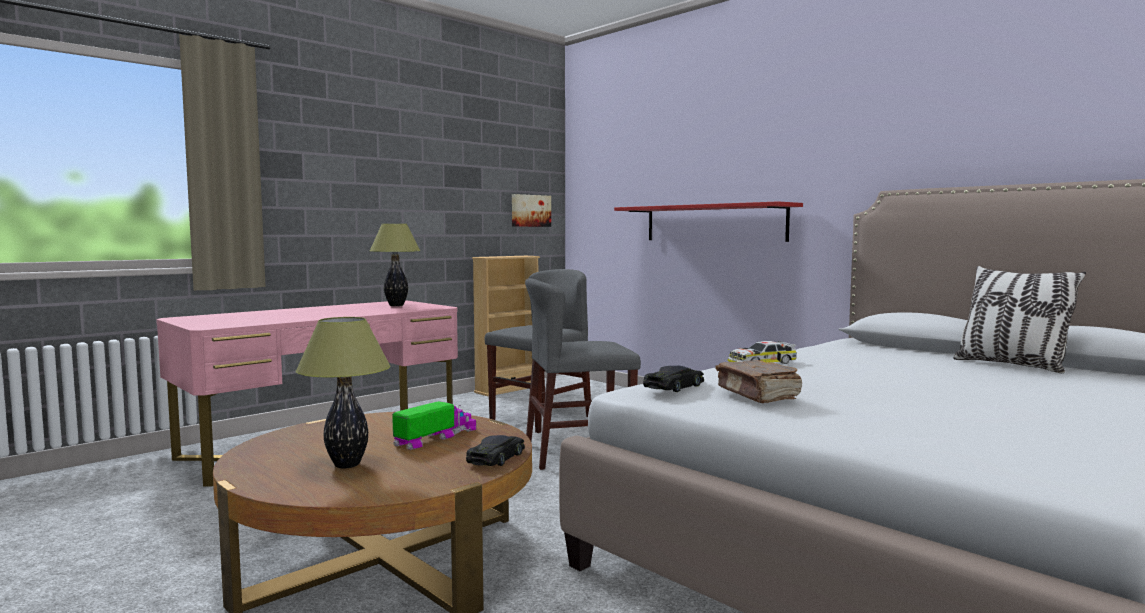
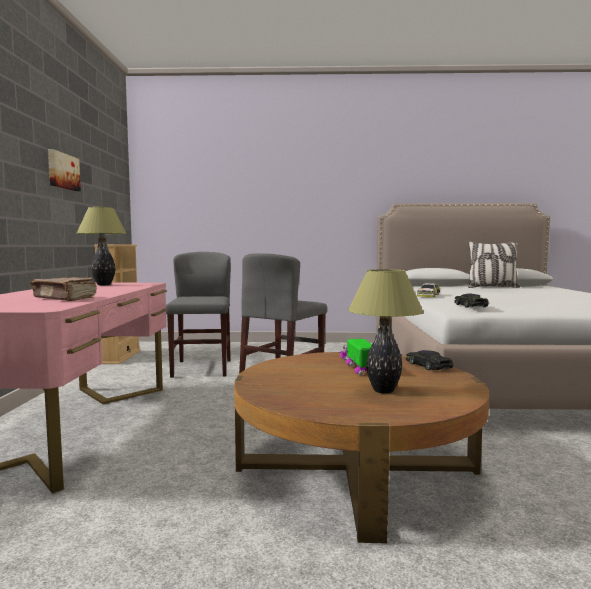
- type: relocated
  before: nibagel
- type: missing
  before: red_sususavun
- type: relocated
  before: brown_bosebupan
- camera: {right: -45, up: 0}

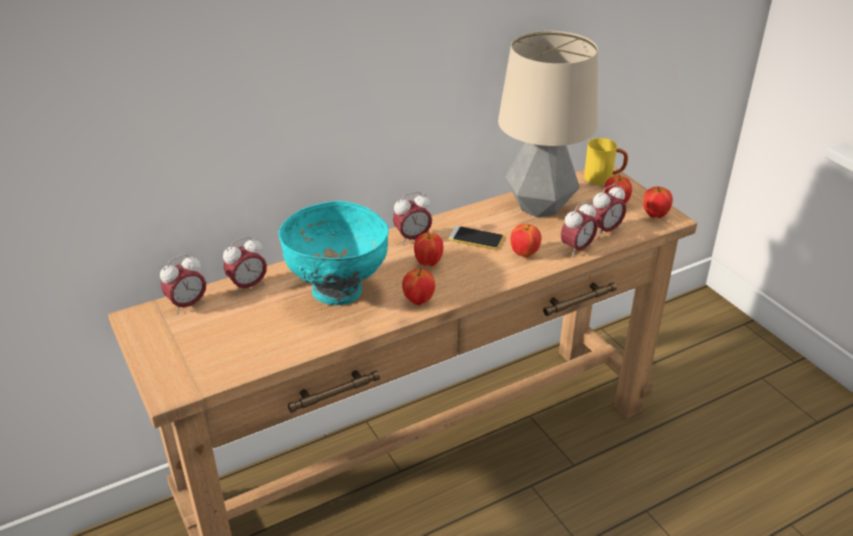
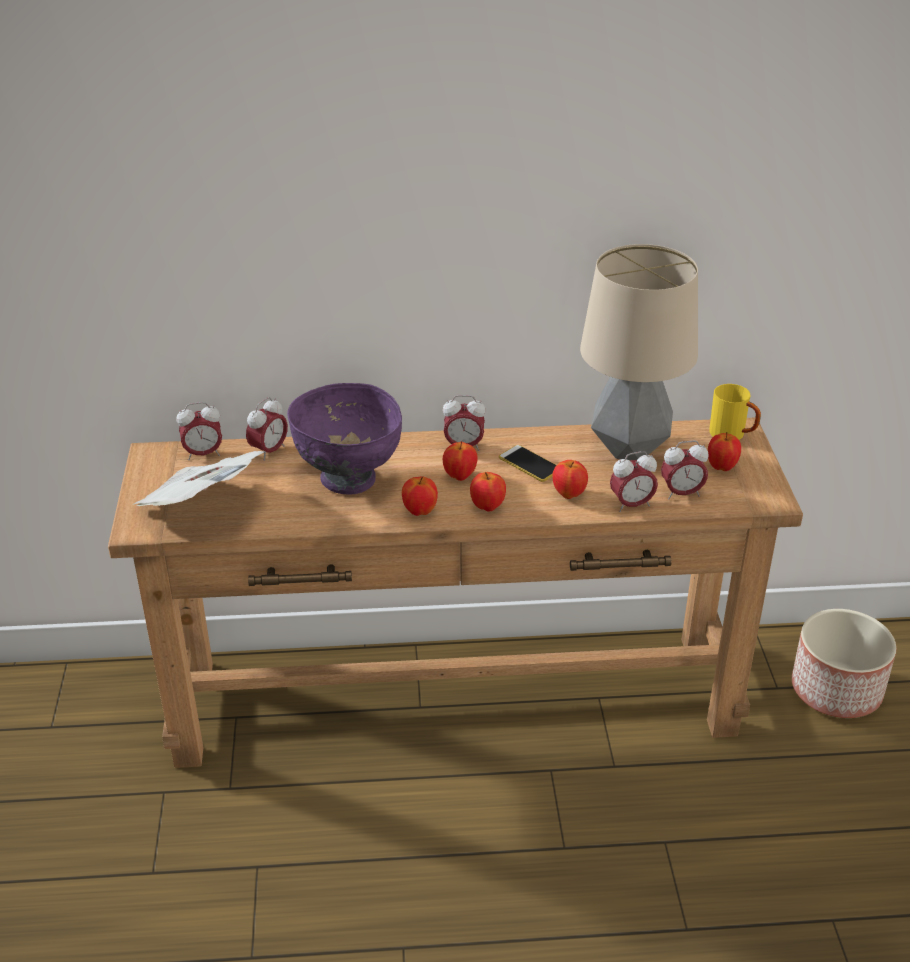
- type: relocated
  before: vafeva (no. 5 from left in the first image)
  after: vafeva (no. 3 from left)
- type: colour
  before: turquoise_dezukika
  after: purple_dezukika
- type: spun
  before: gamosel (no. 2 from left)
  turn: -45
- type: appeared
  after: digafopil
- type: appeared
  after: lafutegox
- camera: {right: 25, up: 0}

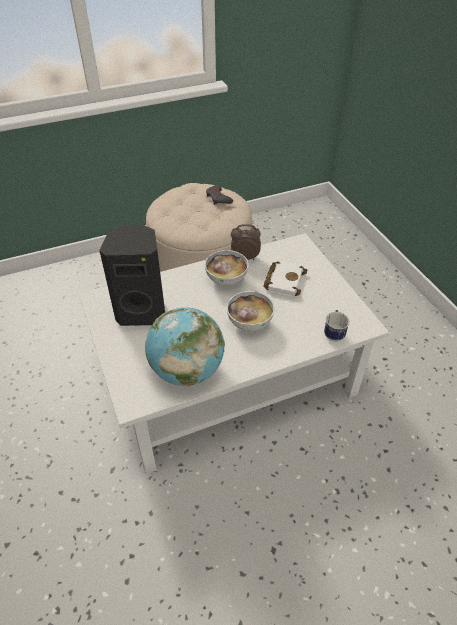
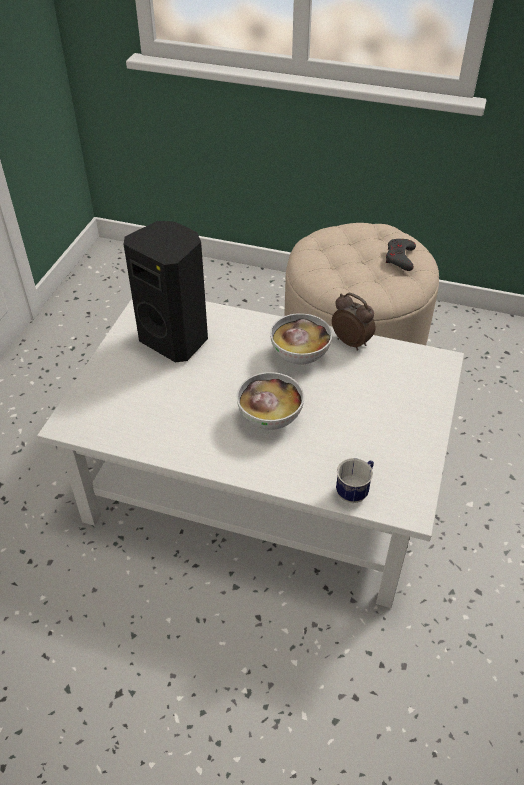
- type: missing
  before: white_bosebupan
- type: missing
  before: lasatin
- camera: {right: 40, up: 0}

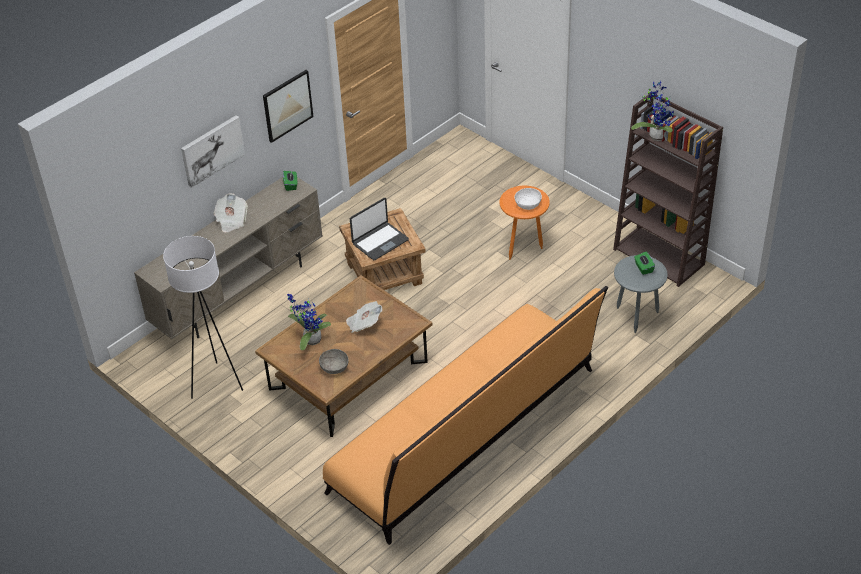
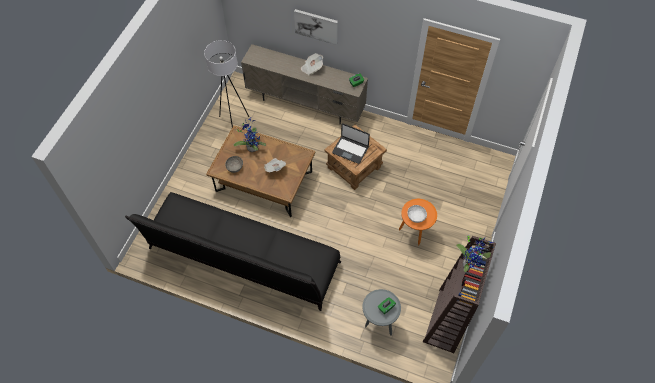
- type: missing
  before: nibagel (no. 2 from left)
- type: colour
  before: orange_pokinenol
  after: black_pokinenol
- camera: {right: 65, up: 15}

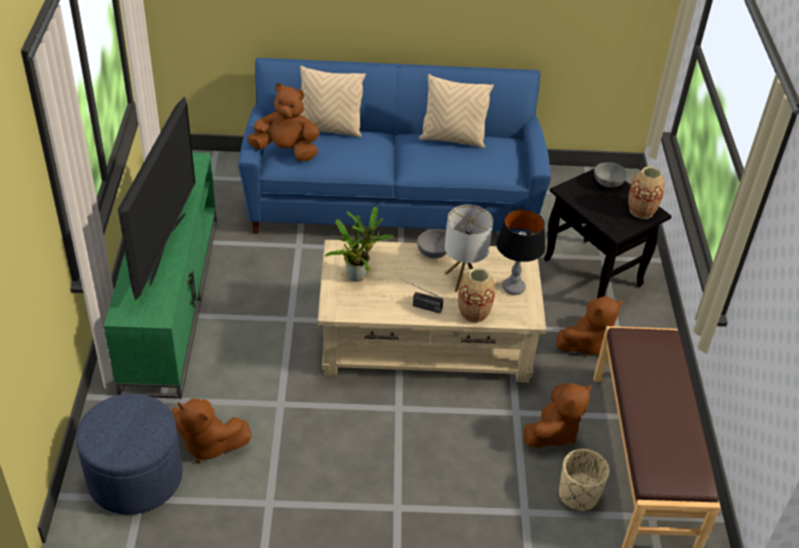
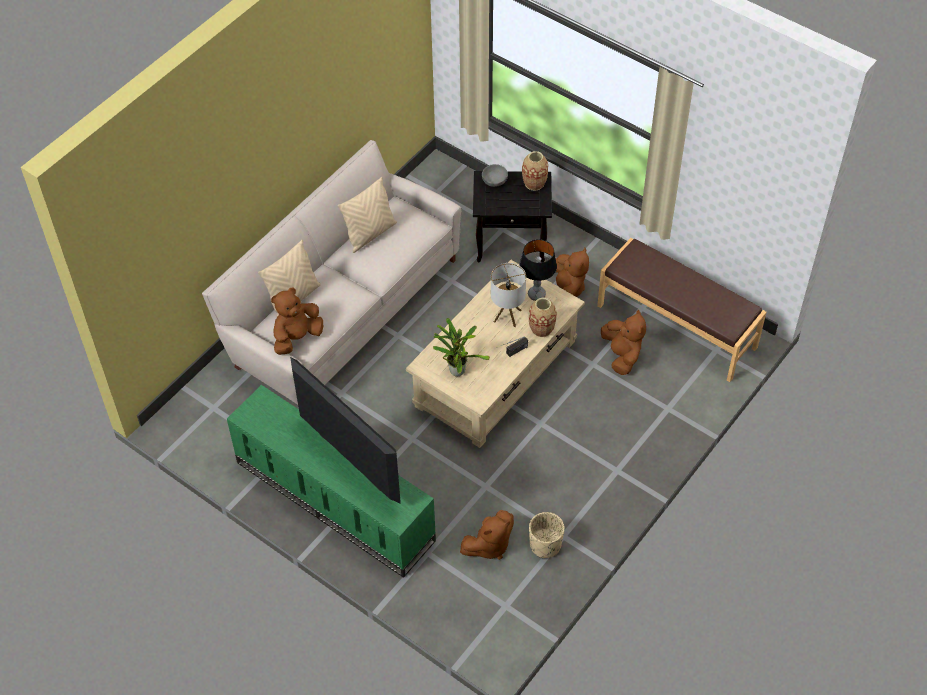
- type: colour
  before: blue_pokinenol
  after: beige_pokinenol
- type: missing
  before: grey_dezukika (no. 1 from left)
- type: missing
  before: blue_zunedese
- type: relocated
  before: beige_lafutegox
- camera: {right: -50, up: 10}

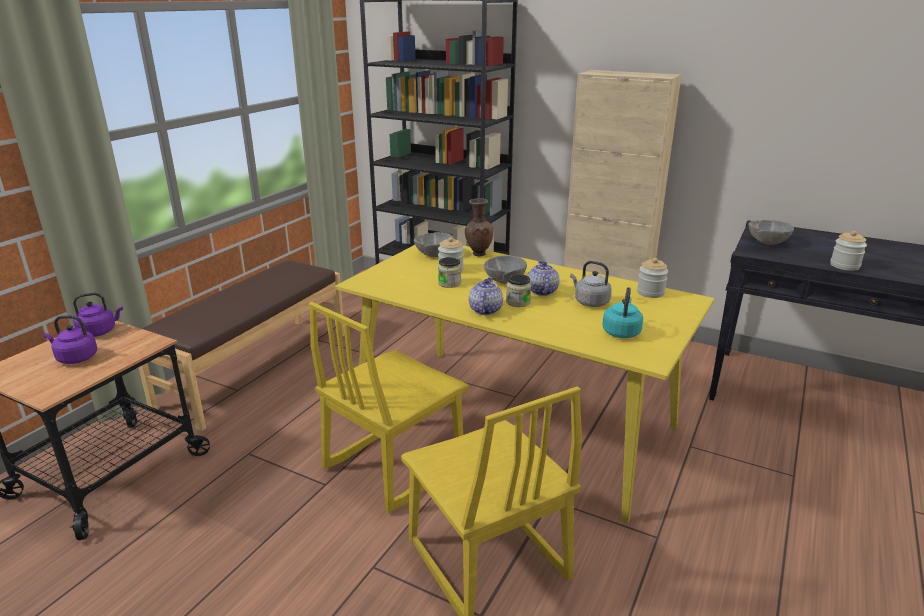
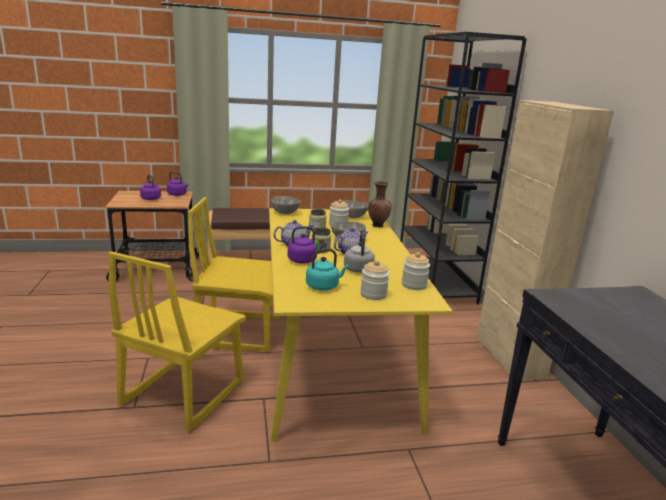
- type: relocated
  before: grey_dezukika (no. 3 from left in the first image)
  after: grey_dezukika (no. 1 from left)
- type: relocated
  before: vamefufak (no. 5 from left in the first image)
  after: vamefufak (no. 4 from left)
- type: appeared
  after: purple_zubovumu (no. 3 from left)
- camera: {right: 50, up: -5}

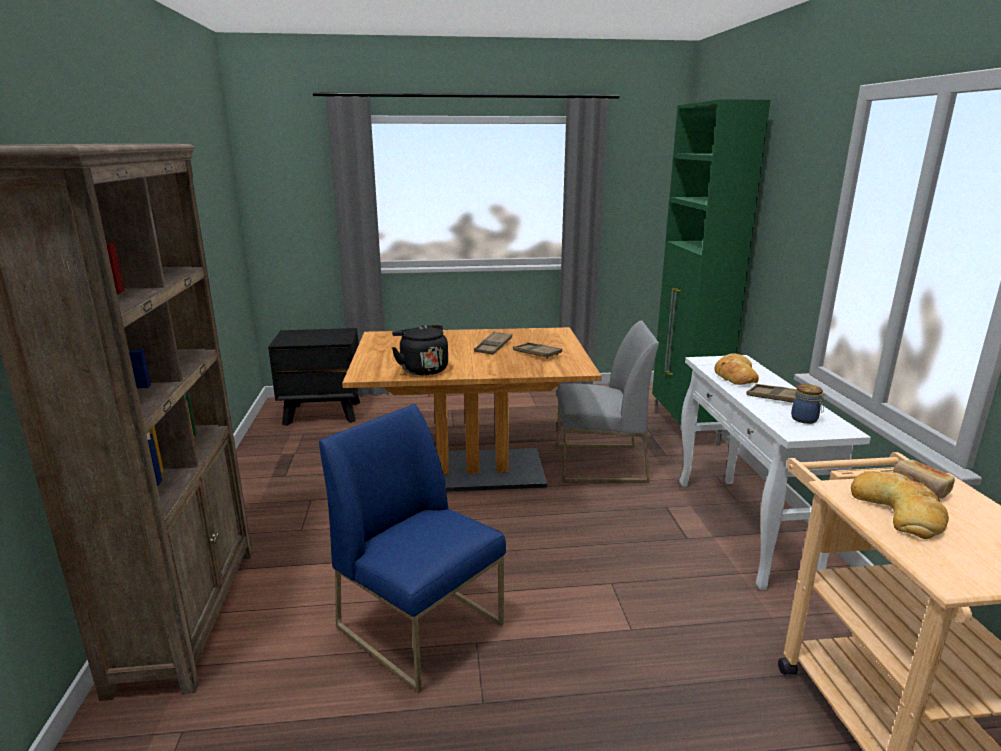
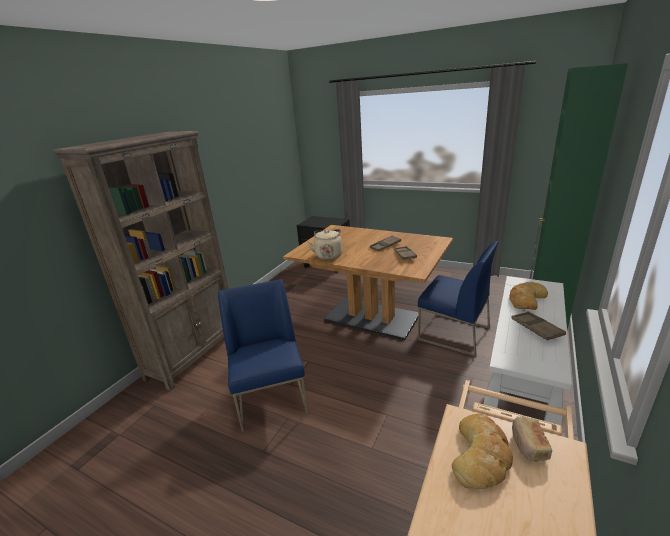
- type: colour
  before: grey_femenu
  after: blue_femenu (no. 2 from left)
- type: colour
  before: black_zubovumu
  after: beige_zubovumu
- type: missing
  before: vamefufak
- camera: {right: 35, up: 5}

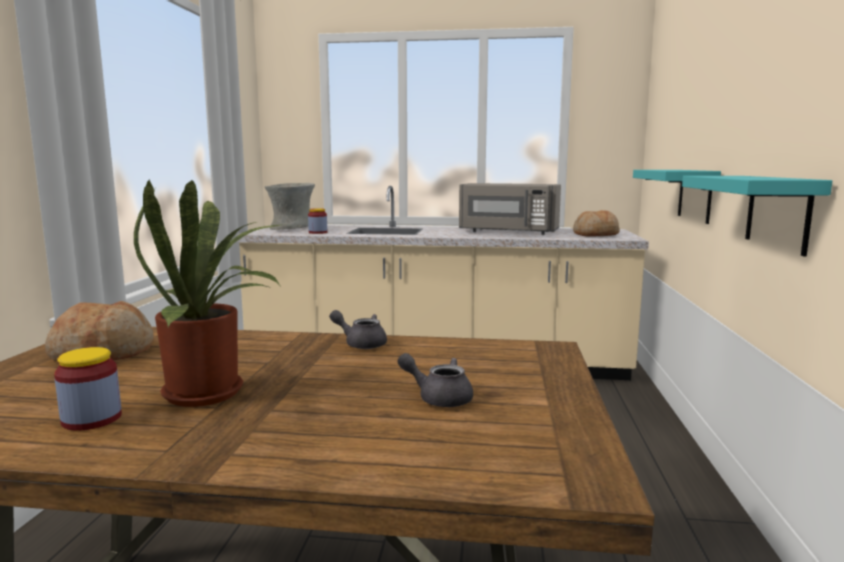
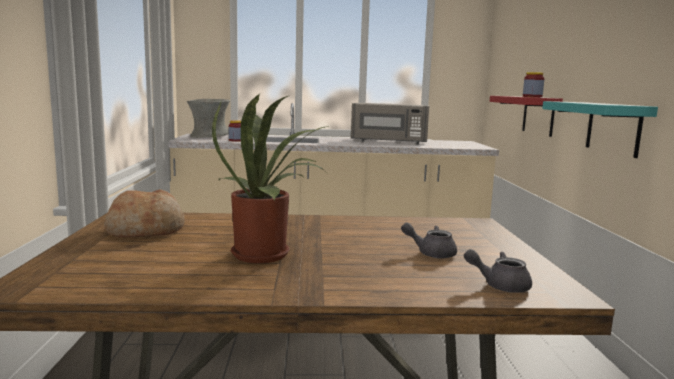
- type: colour
  before: turquoise_sususavun (no. 1 from left)
  after: red_sususavun
- type: missing
  before: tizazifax (no. 2 from left)
- type: relocated
  before: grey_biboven (no. 1 from left in the first image)
  after: grey_biboven (no. 2 from left)
- type: relocated
  before: vamefufak (no. 1 from left in the first image)
  after: vamefufak (no. 2 from left)
- camera: {right: -10, up: 0}

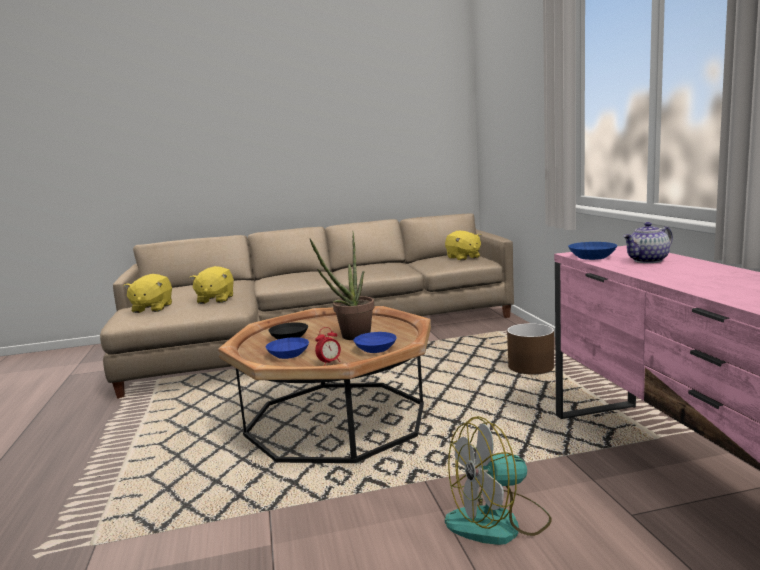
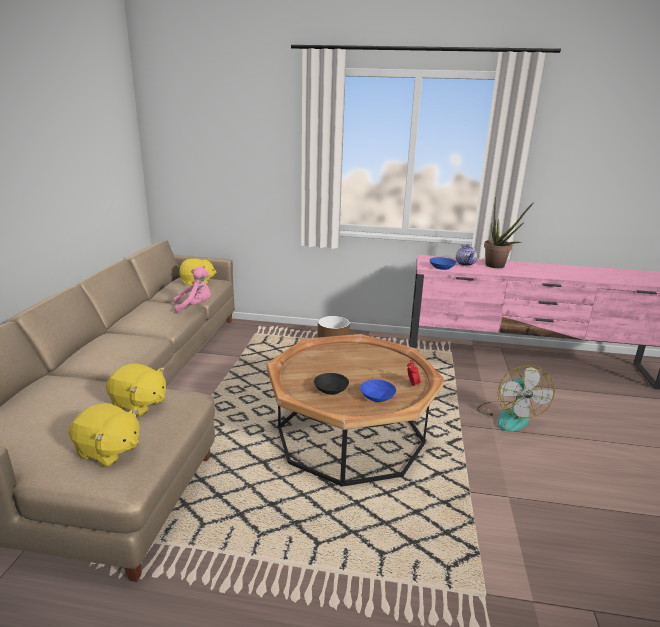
- type: relocated
  before: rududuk
- type: missing
  before: blue_dezukika (no. 2 from left)
- type: appeared
  after: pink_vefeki
- camera: {right: -70, up: 10}

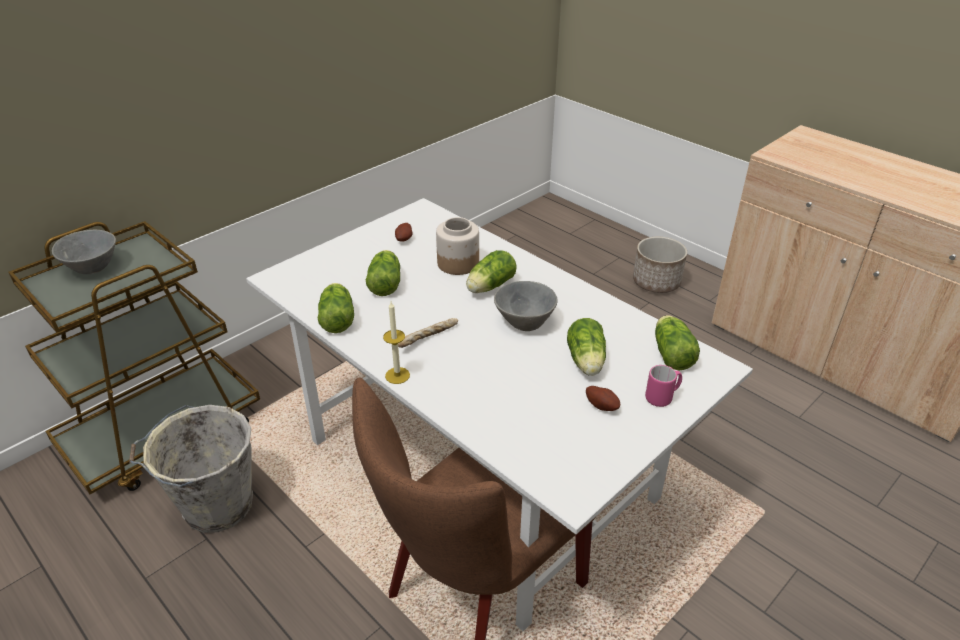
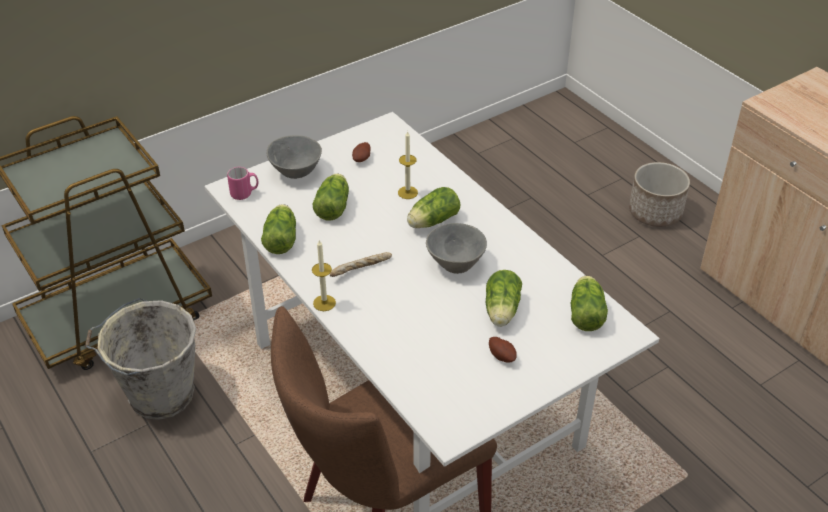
- type: exchanged
  before: vamefufak
  after: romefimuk (no. 2 from left)
- type: relocated
  before: grey_dezukika (no. 1 from left)
- type: relocated
  before: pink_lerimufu
- camera: {right: 10, up: 5}

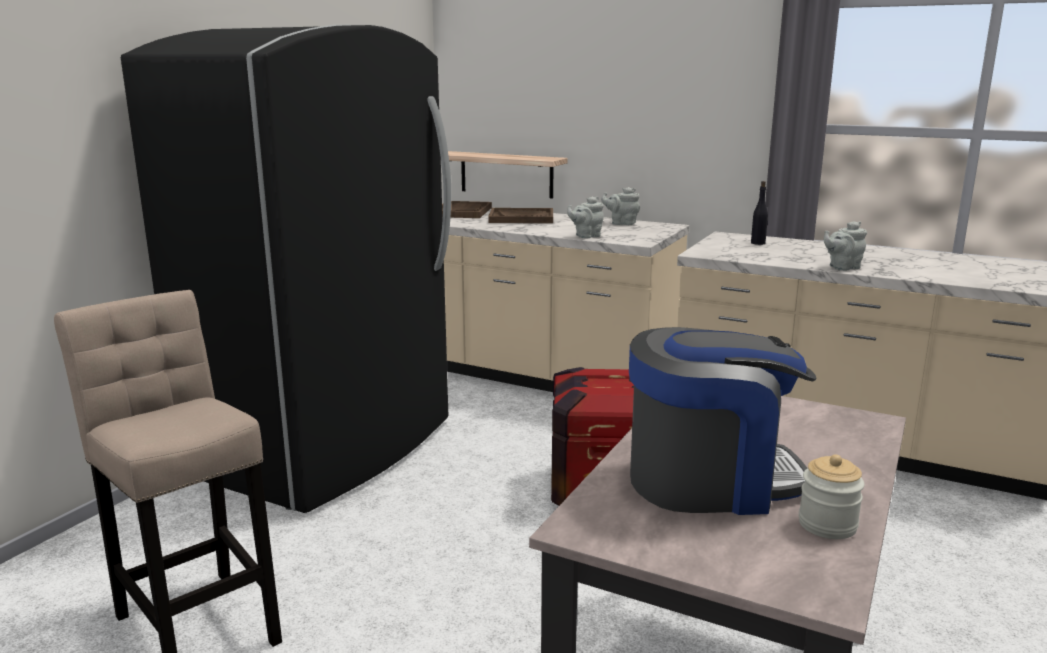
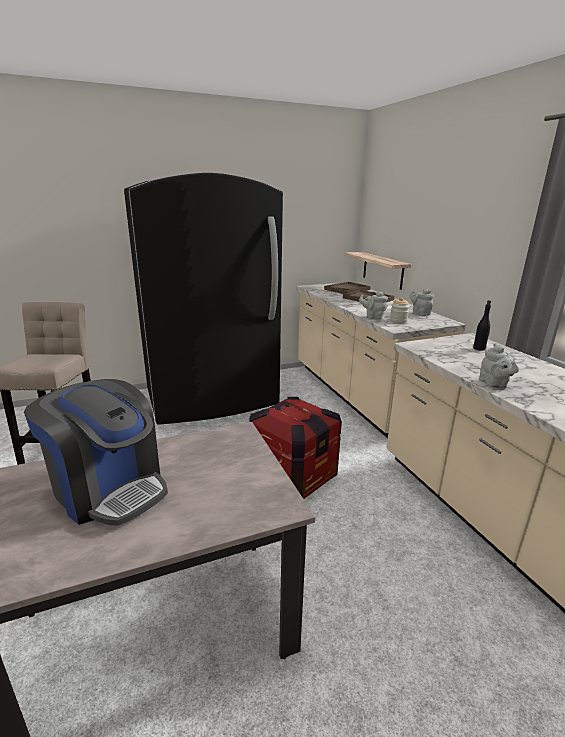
- type: spun
  before: grey_biboven (no. 3 from left)
  turn: -120
- type: relocated
  before: vamefufak
- camera: {right: 40, up: 5}

